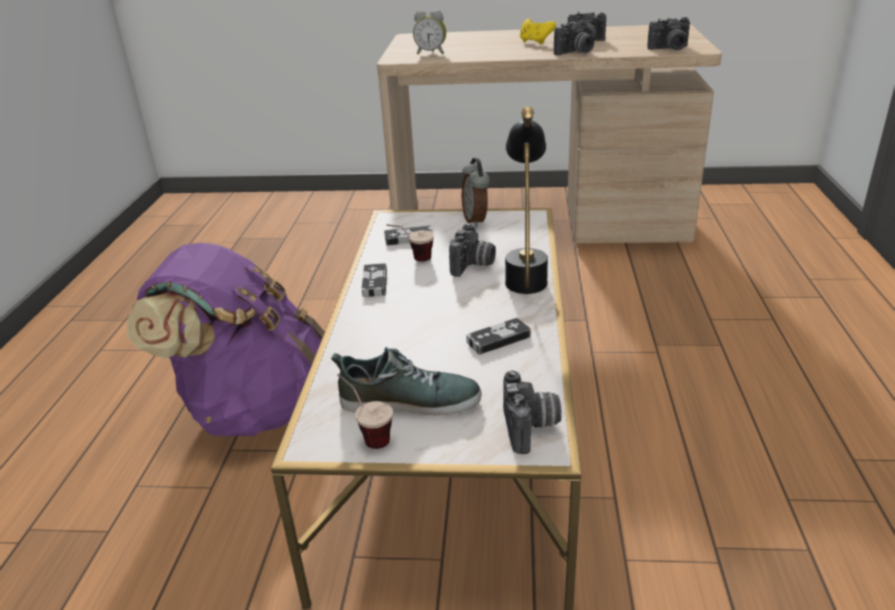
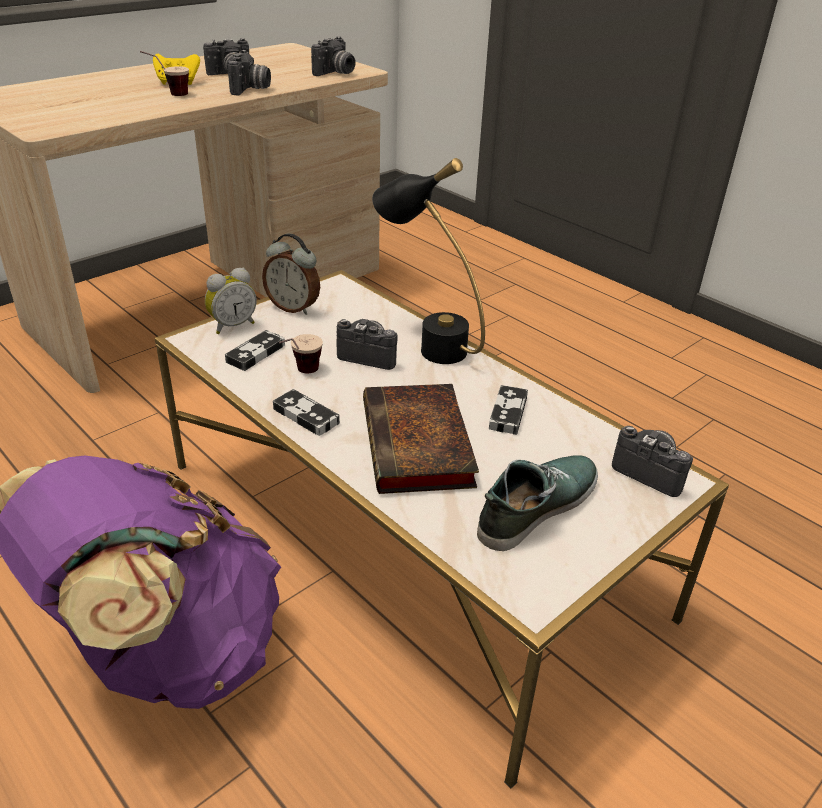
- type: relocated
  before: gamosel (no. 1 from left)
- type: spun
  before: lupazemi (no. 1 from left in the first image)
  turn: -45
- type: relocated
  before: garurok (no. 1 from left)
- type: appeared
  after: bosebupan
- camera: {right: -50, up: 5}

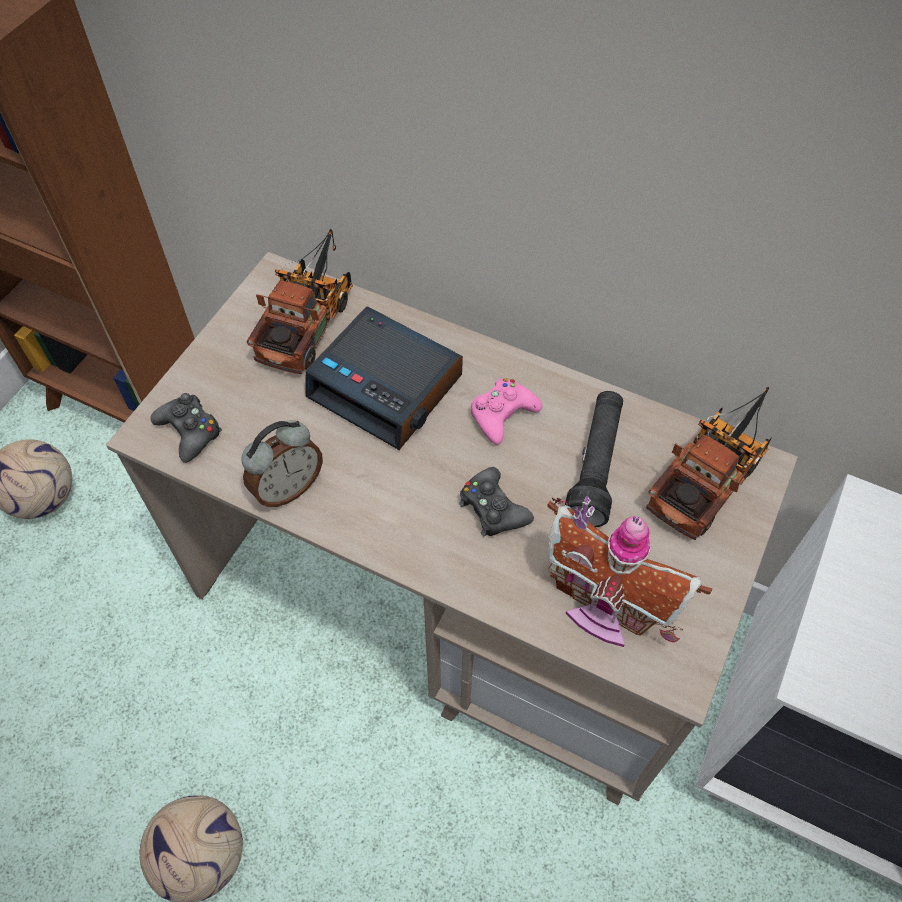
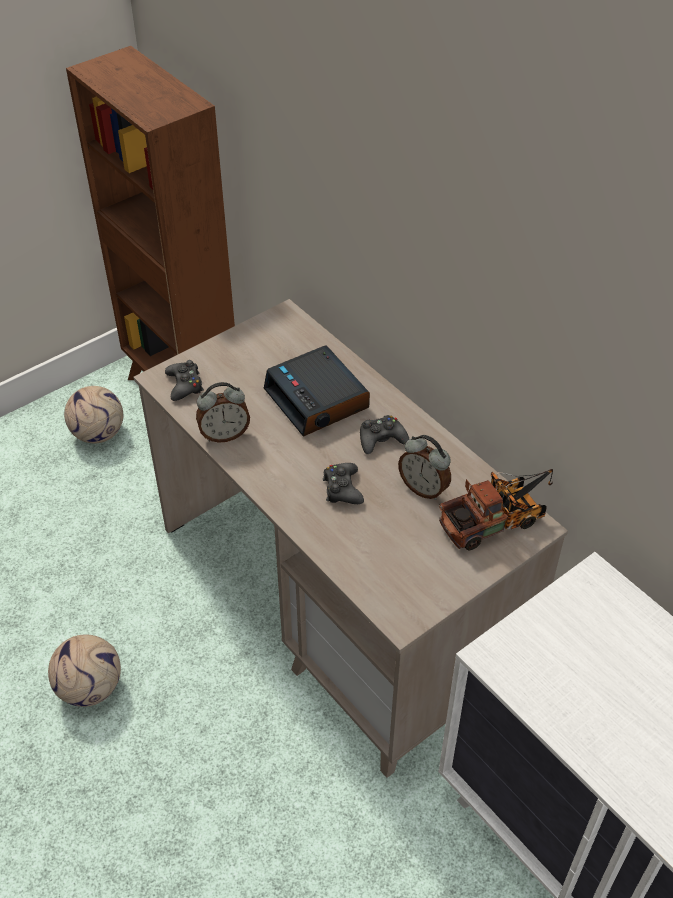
- type: missing
  before: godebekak (no. 1 from left)
- type: colour
  before: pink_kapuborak
  after: black_kapuborak (no. 3 from left)
- type: exchanged
  before: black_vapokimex
  after: gamosel (no. 3 from left)
- type: missing
  before: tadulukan
- camera: {right: 25, up: -10}

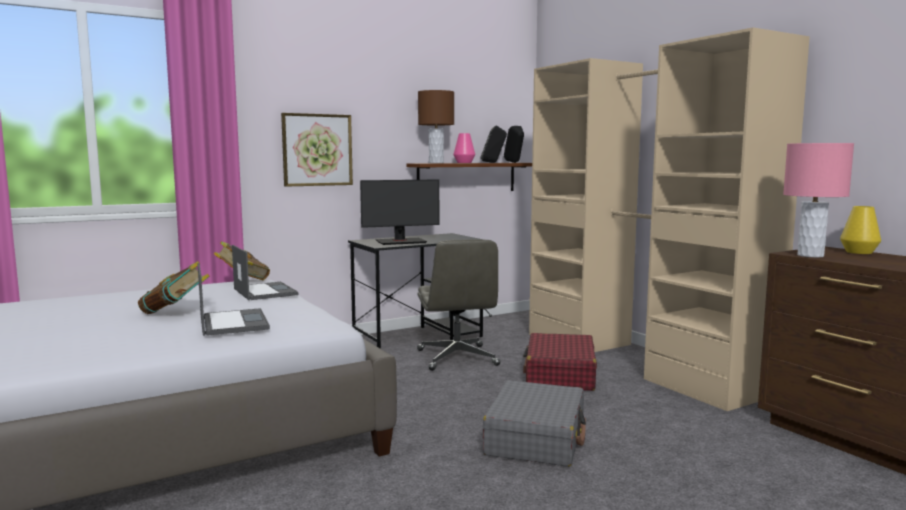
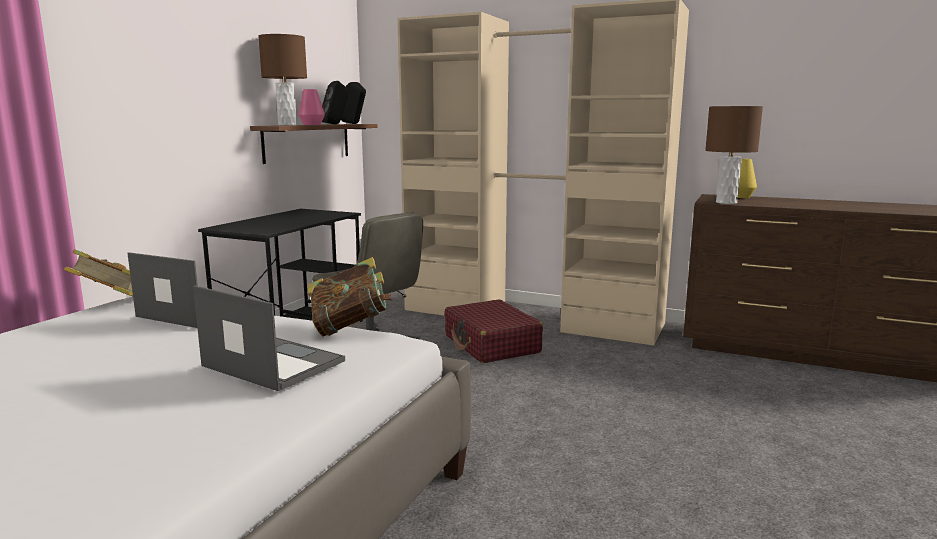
- type: missing
  before: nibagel
- type: colour
  before: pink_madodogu
  after: brown_madodogu (no. 2 from left)
- type: missing
  before: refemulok
- type: relocated
  before: bosebupan (no. 1 from left in the first image)
  after: bosebupan (no. 2 from left)
- type: missing
  before: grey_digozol
- camera: {right: -35, up: 5}

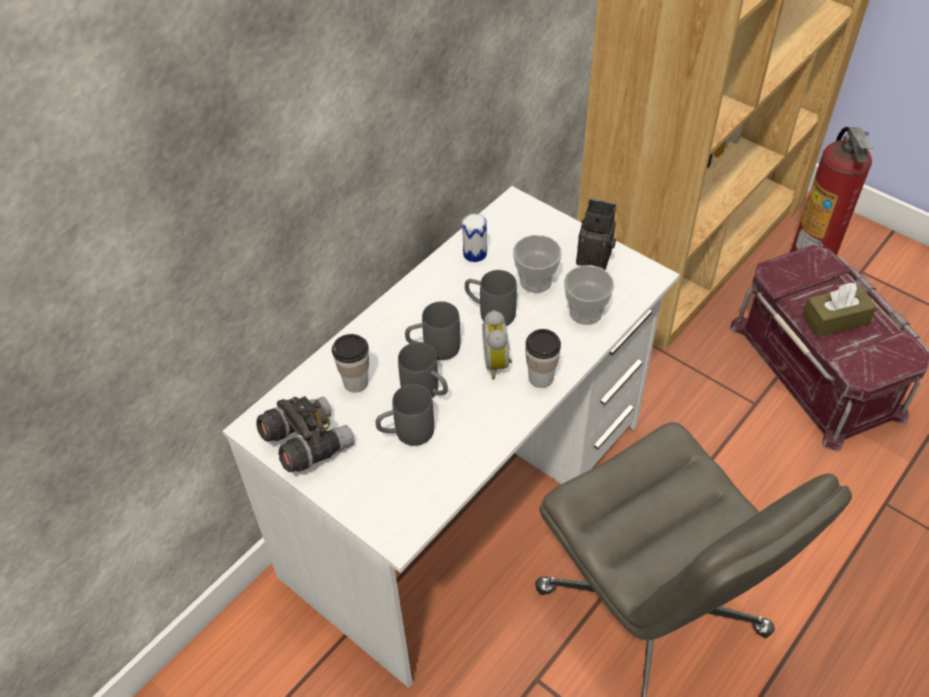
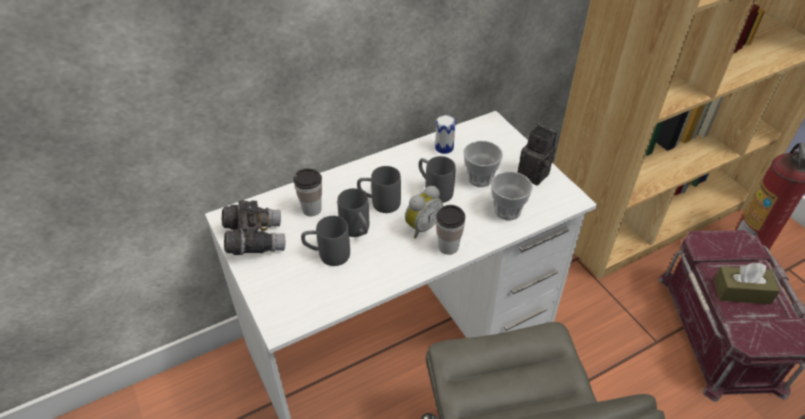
- type: spun
  before: gamosel
  turn: -150
- camera: {right: 20, up: -5}

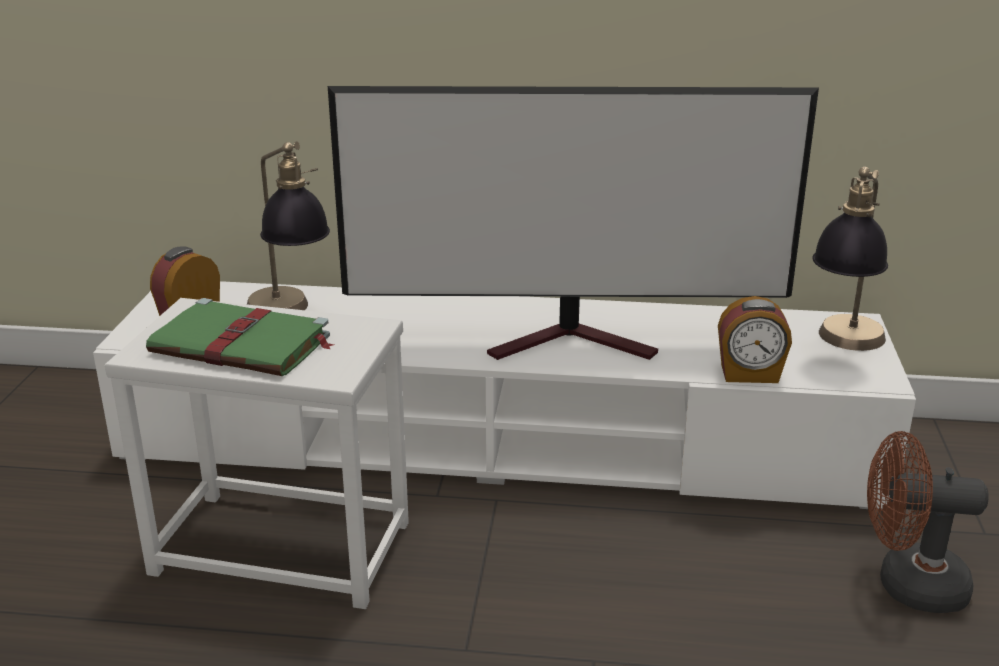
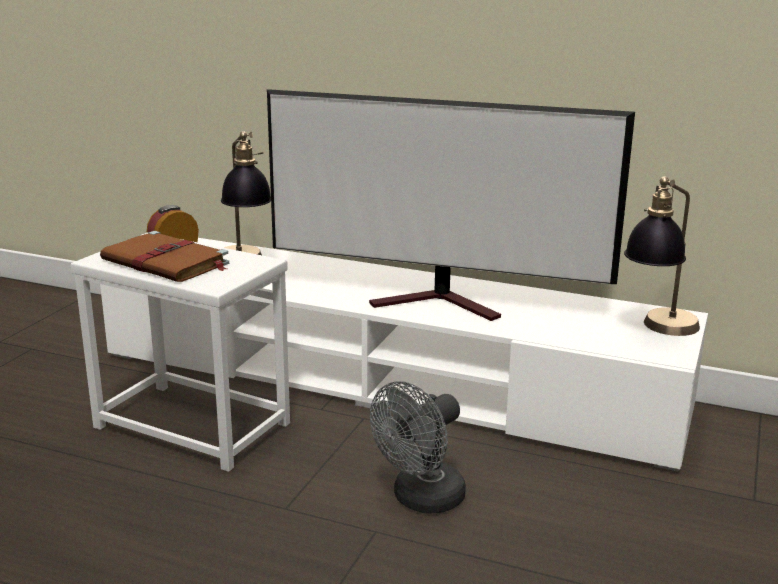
- type: missing
  before: gamosel (no. 2 from left)
- type: colour
  before: green_bosebupan
  after: brown_bosebupan
- type: missing
  before: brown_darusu
- type: appeared
  after: grey_darusu
- camera: {right: 15, up: -5}

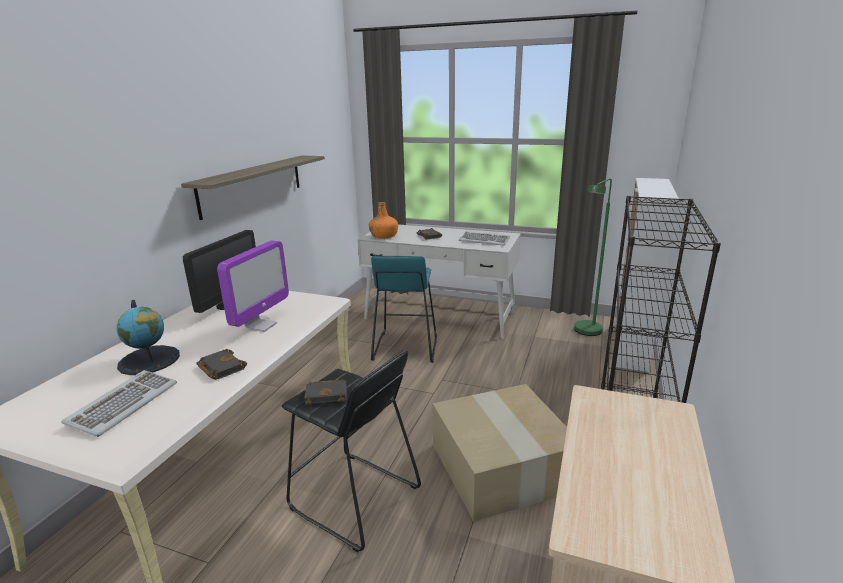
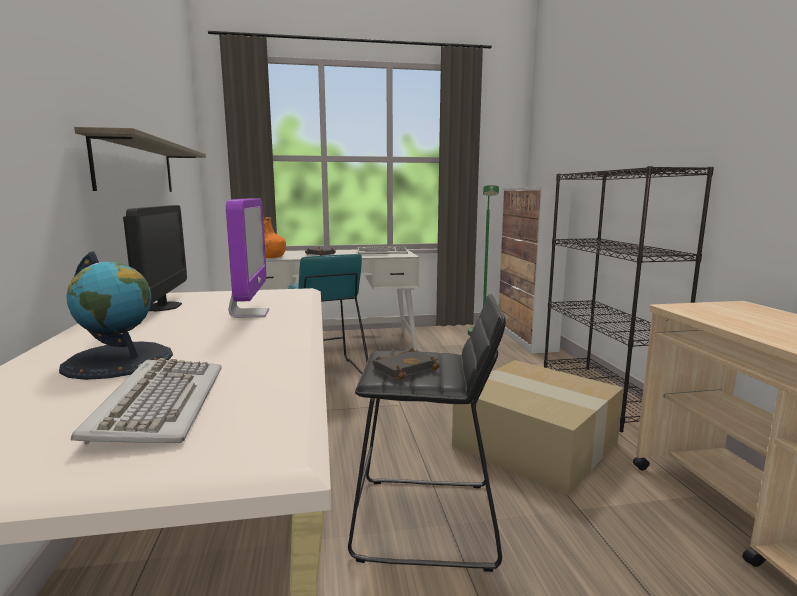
- type: missing
  before: black_bosebupan (no. 1 from left)
- camera: {right: -30, up: -10}

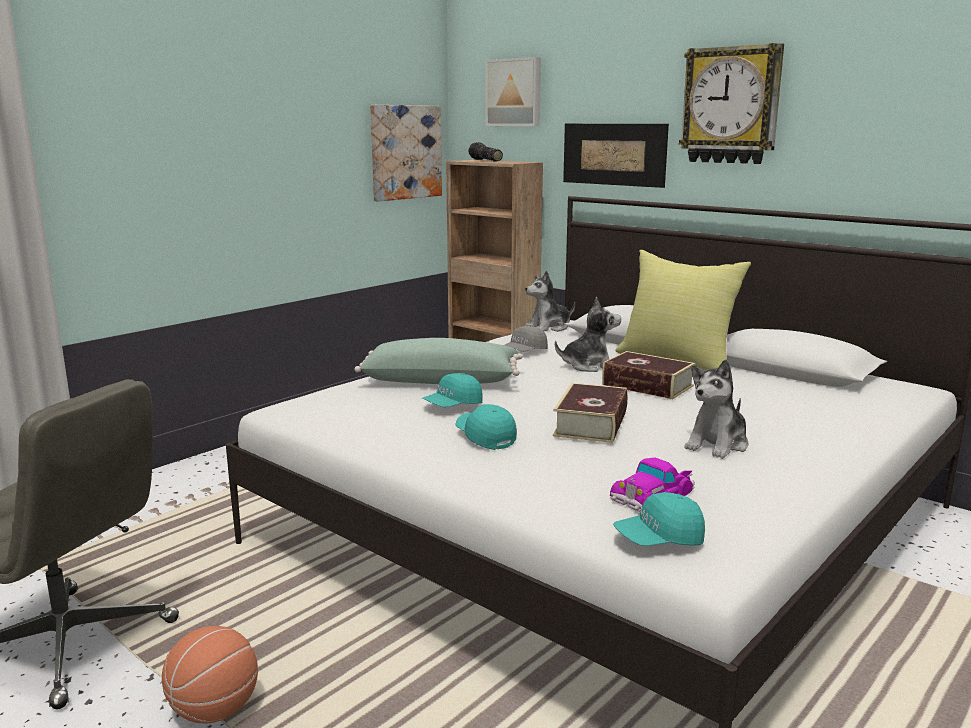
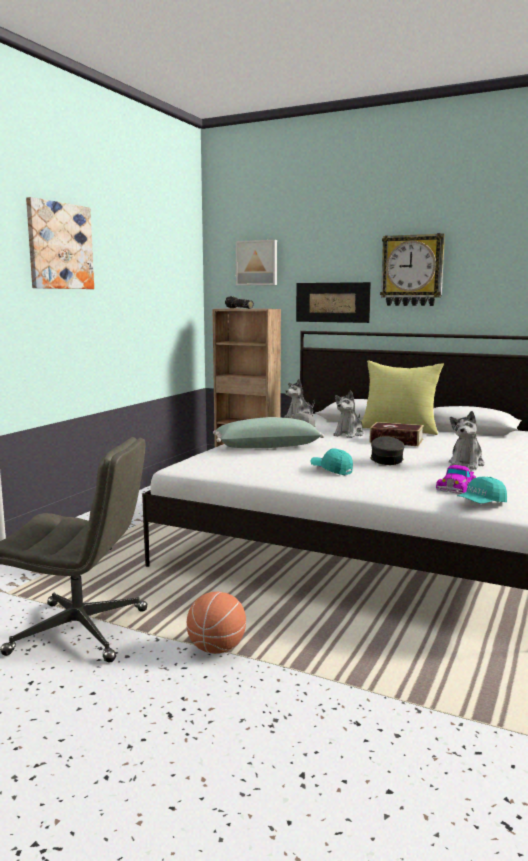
- type: relocated
  before: nibagel (no. 1 from left)
- type: spun
  before: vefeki (no. 2 from left)
  turn: 150
- type: missing
  before: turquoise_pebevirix (no. 1 from left)
- type: exchanged
  before: bosebupan (no. 1 from left)
  after: grey_pebevirix (no. 2 from left)
- camera: {right: -15, up: -5}

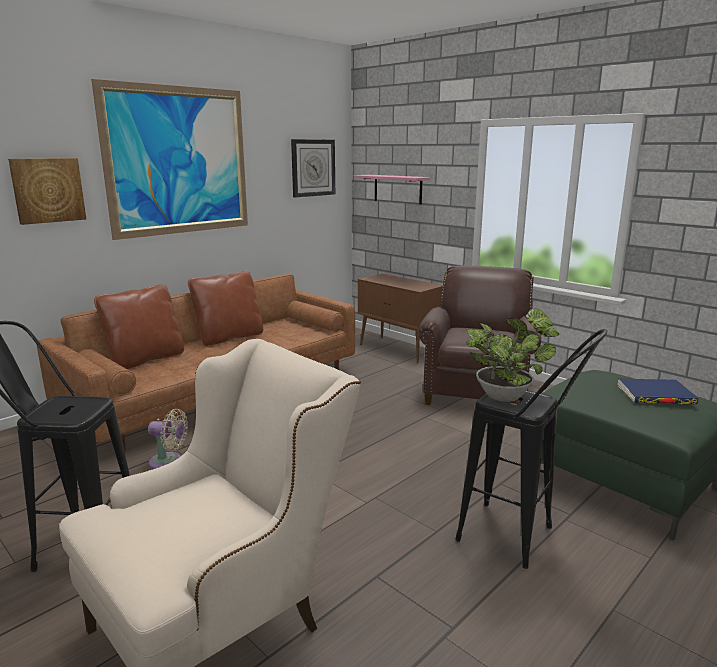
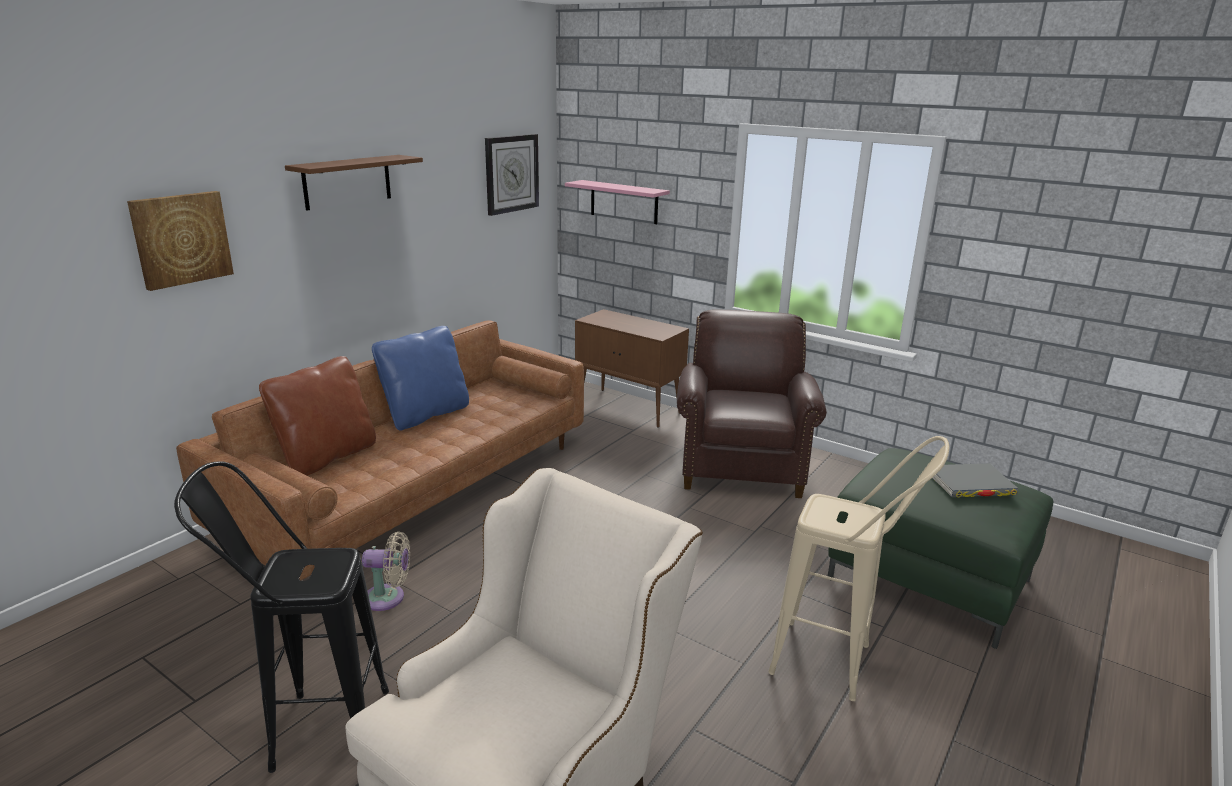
- type: exchanged
  before: nibagel (no. 2 from left)
  after: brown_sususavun
- type: colour
  before: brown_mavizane (no. 2 from left)
  after: blue_mavizane
- type: missing
  before: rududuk
- type: colour
  before: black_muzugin (no. 2 from left)
  after: beige_muzugin
- type: colour
  before: blue_bosebupan
  after: grey_bosebupan
- camera: {right: -10, up: 5}

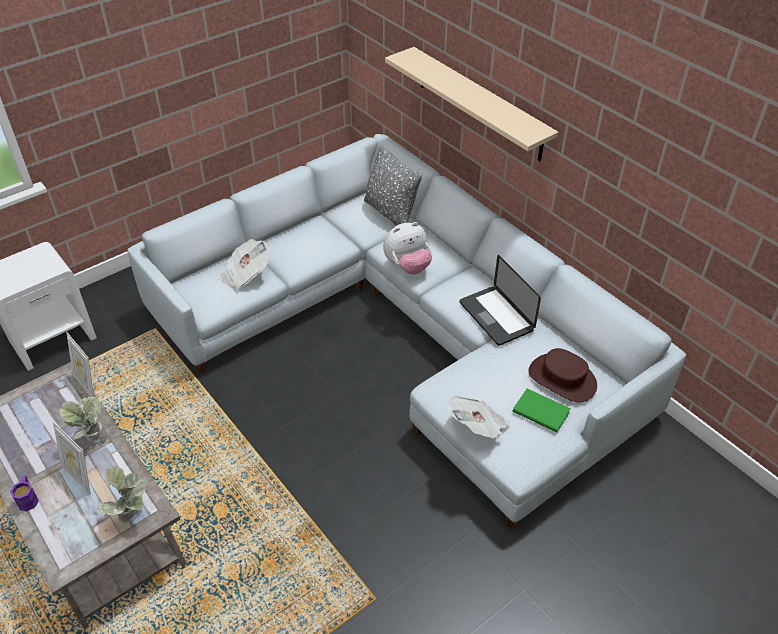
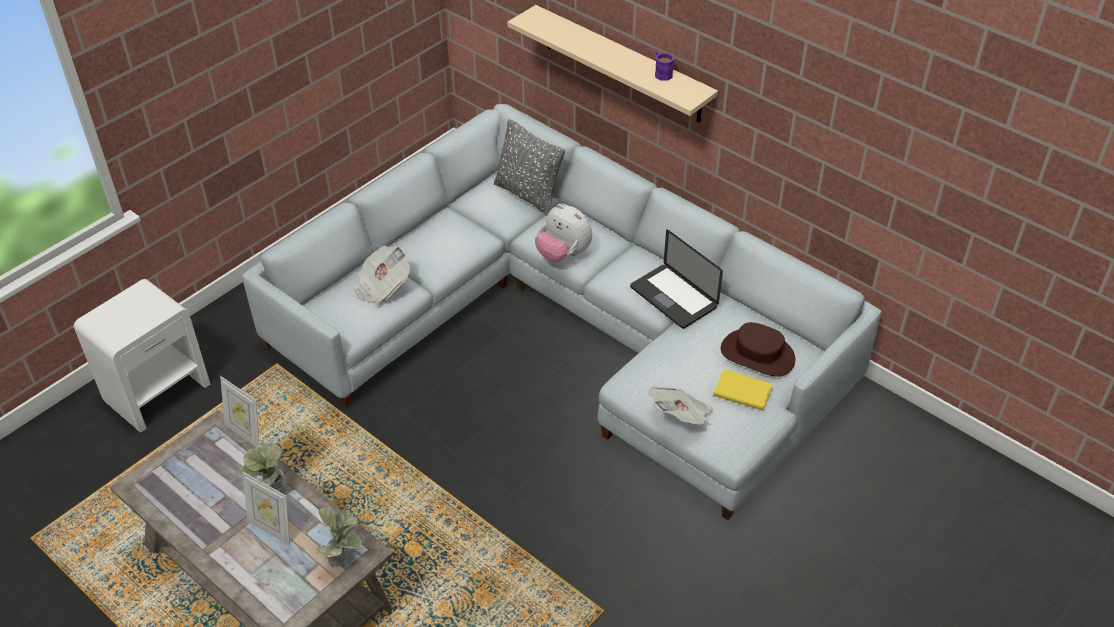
- type: spun
  before: vefeki
  turn: 75
- type: colour
  before: green_bosebupan
  after: yellow_bosebupan
- type: relocated
  before: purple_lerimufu
- camera: {right: -10, up: 0}

